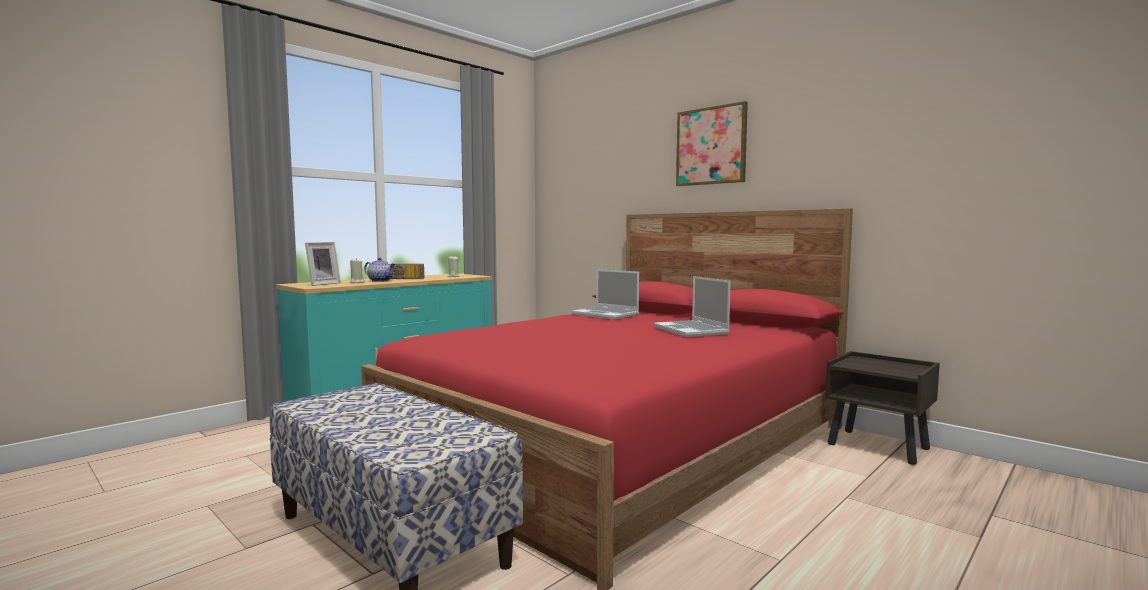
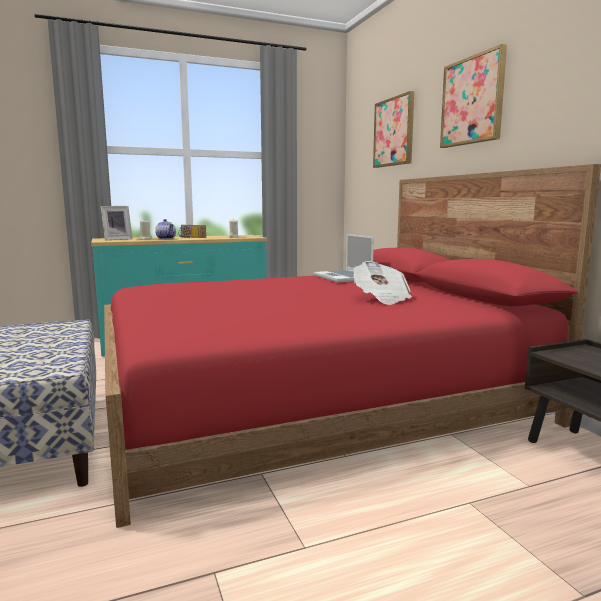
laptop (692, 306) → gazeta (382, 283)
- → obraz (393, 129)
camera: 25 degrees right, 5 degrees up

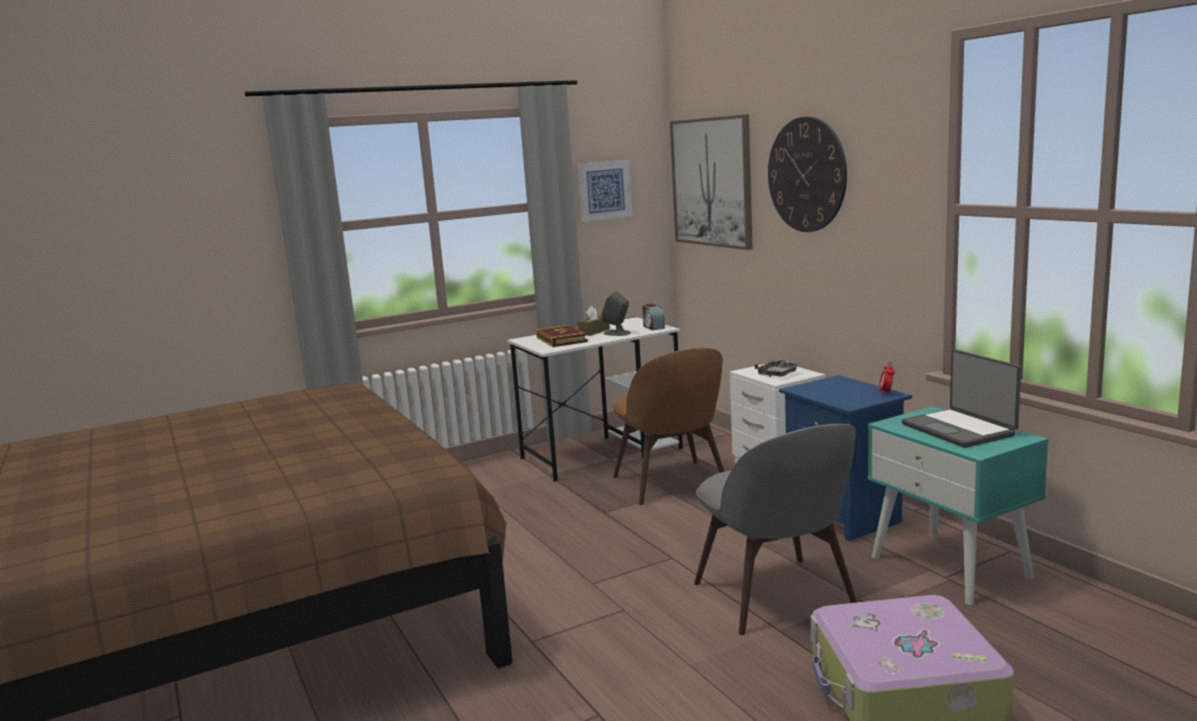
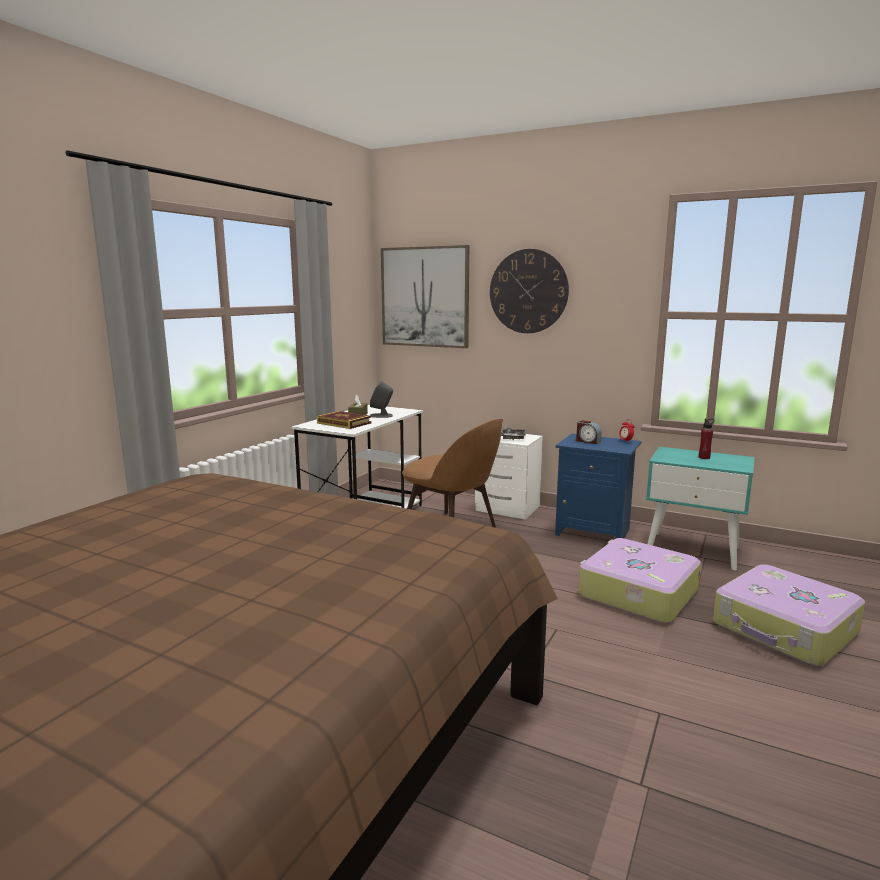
budzik (653, 317) → budzik (588, 432), moved
krzesło (szary) (775, 529) → walizka (640, 580)
laptop (961, 398) → butelka (czerwony) (707, 438)
obraz (604, 191) → -
camera: 35 degrees left, 0 degrees up

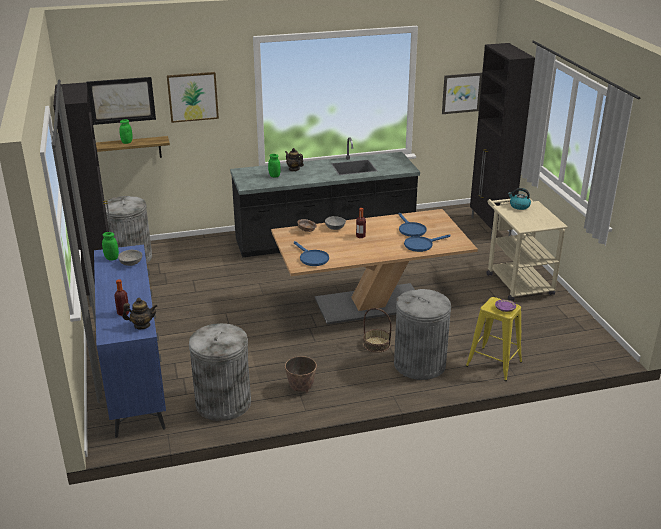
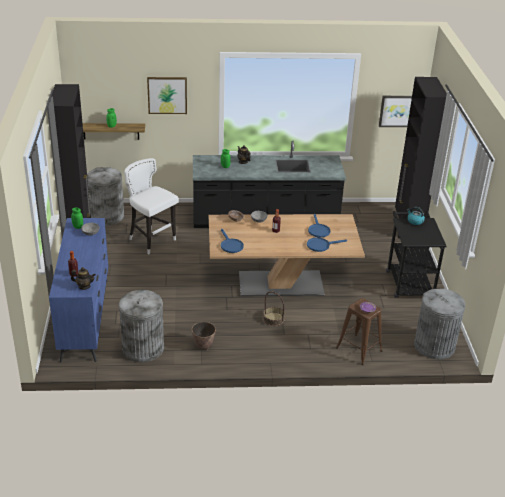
- → stołek (biały) (151, 206)
stołek (żółty) (494, 339) → stołek (brązowy) (359, 331)
wózek (beżowy) (527, 248) → wózek (czarny) (416, 254)
kosz na śmieci (szary) (422, 334) → kosz na śmieci (szary) (439, 324), moved
obraz (121, 101) → -
camera: 10 degrees right, 5 degrees up

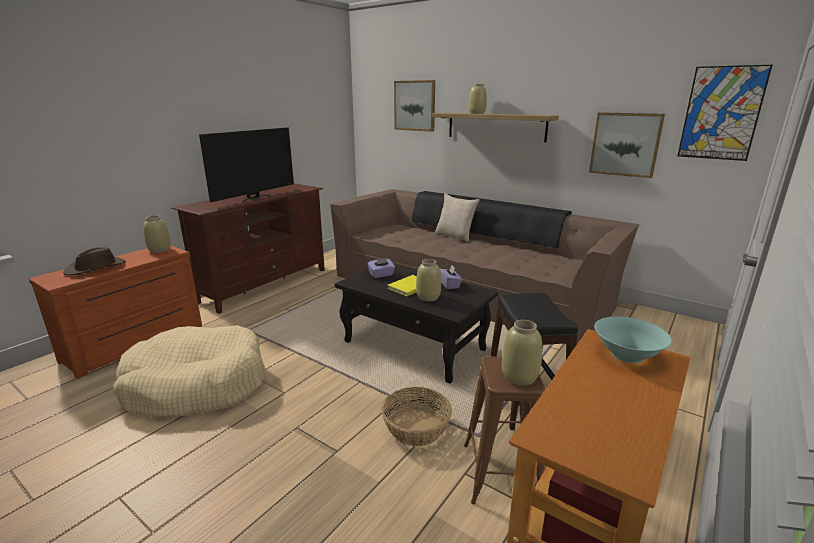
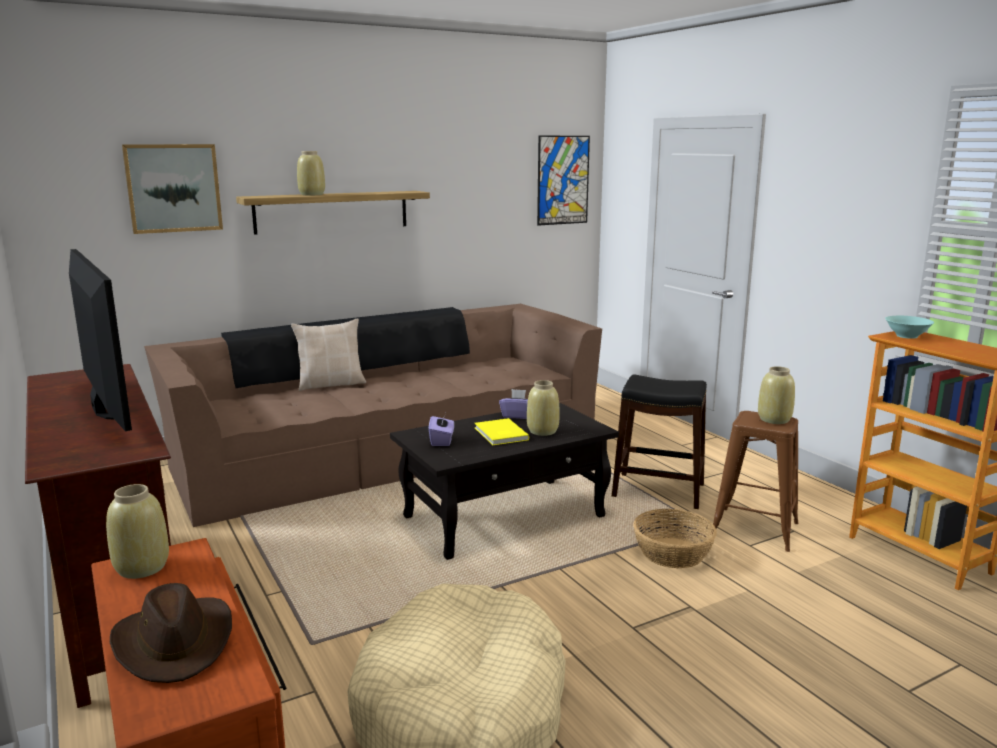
obraz (627, 145) → -
camera: 65 degrees left, 5 degrees down

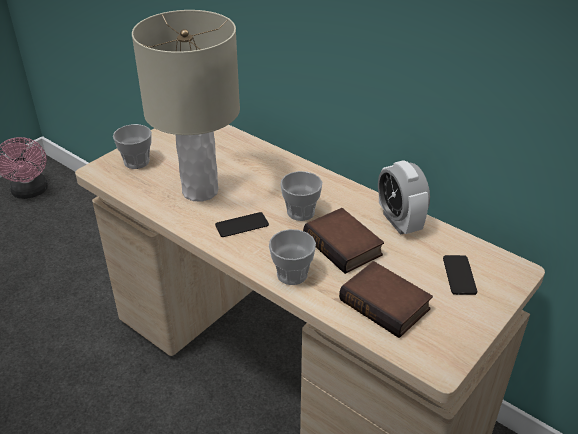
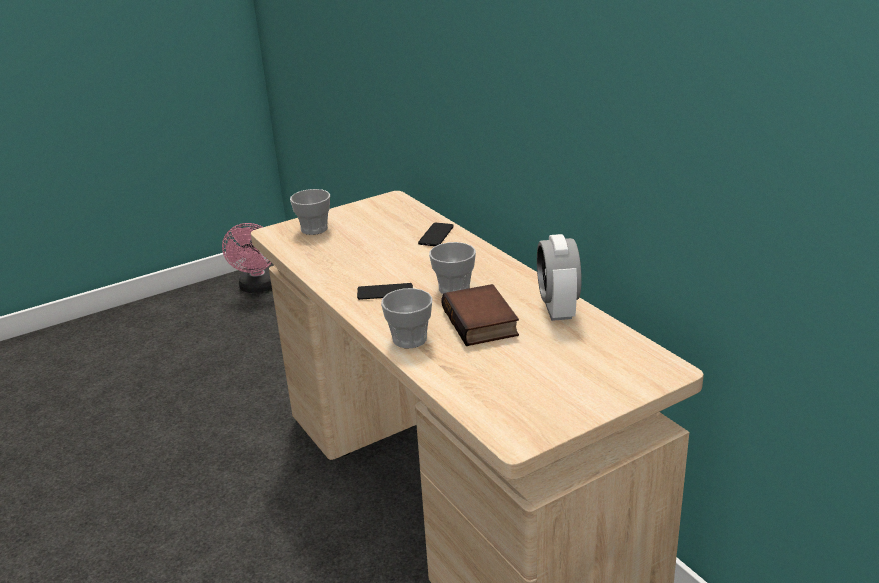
telefon (460, 275) → telefon (436, 234), moved
lampa stołowa (beżowy) (186, 106) → -
książka (386, 299) → -
camera: 20 degrees right, 10 degrees down

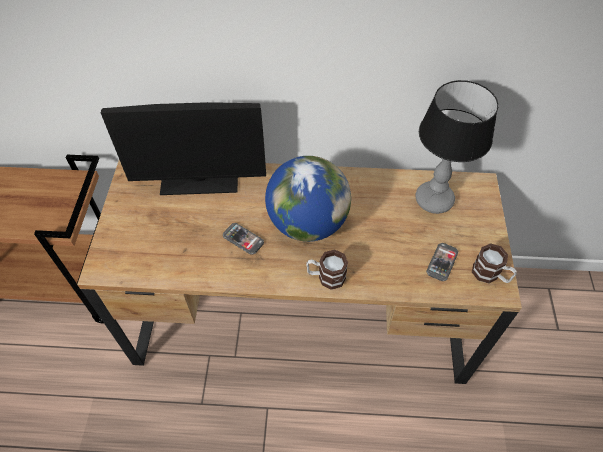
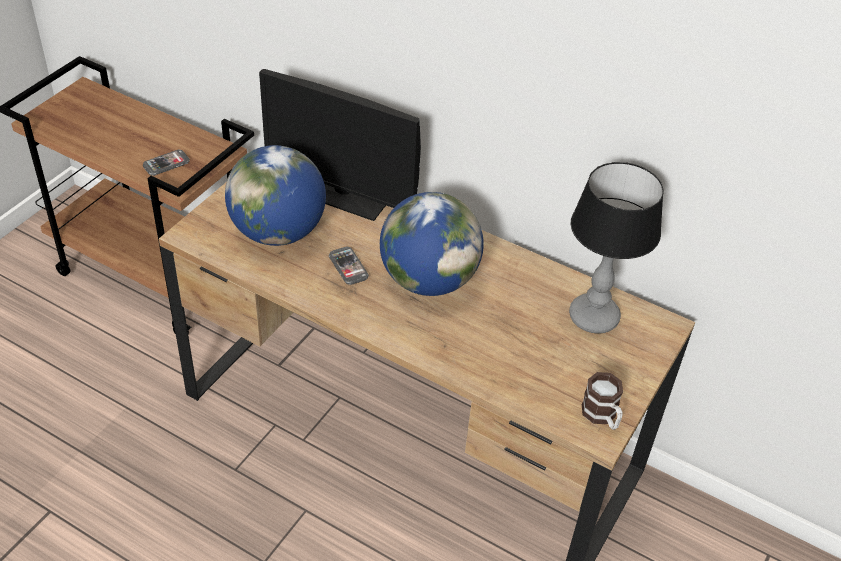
telefon (442, 262) → telefon (166, 163), moved
- → globus (275, 195)
kubek (327, 270) → -
camera: 25 degrees right, 10 degrees down

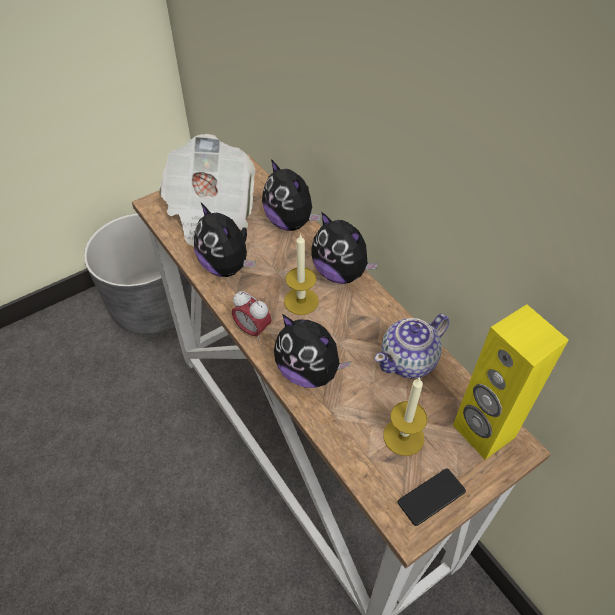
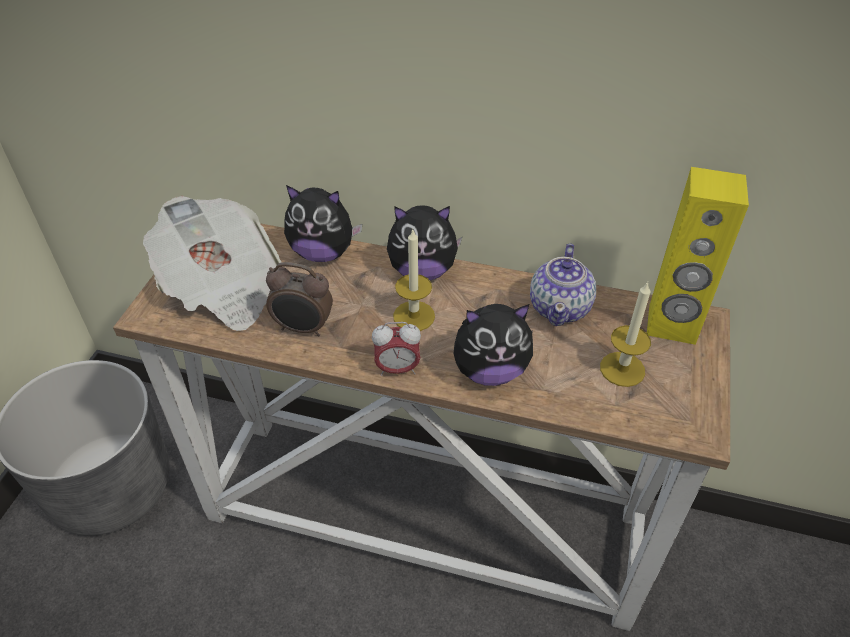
pluszak (224, 240) → budzik (299, 299)
telefon (432, 497) → -
camera: 40 degrees left, 5 degrees down

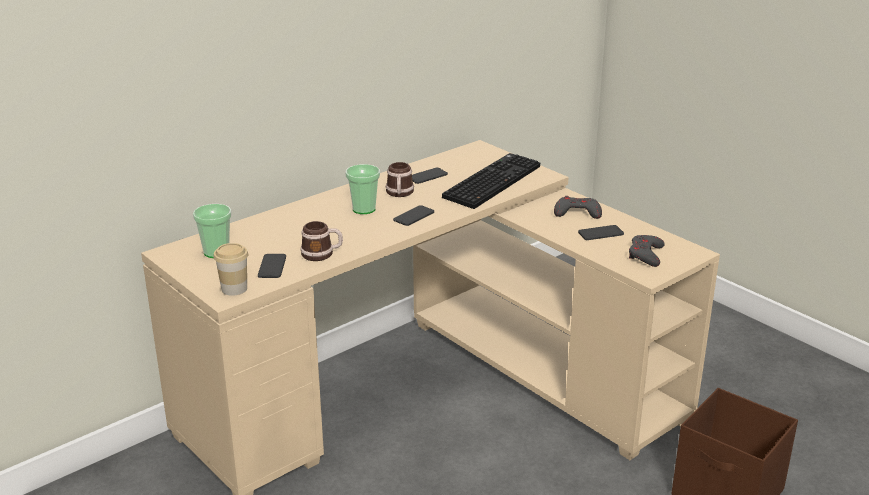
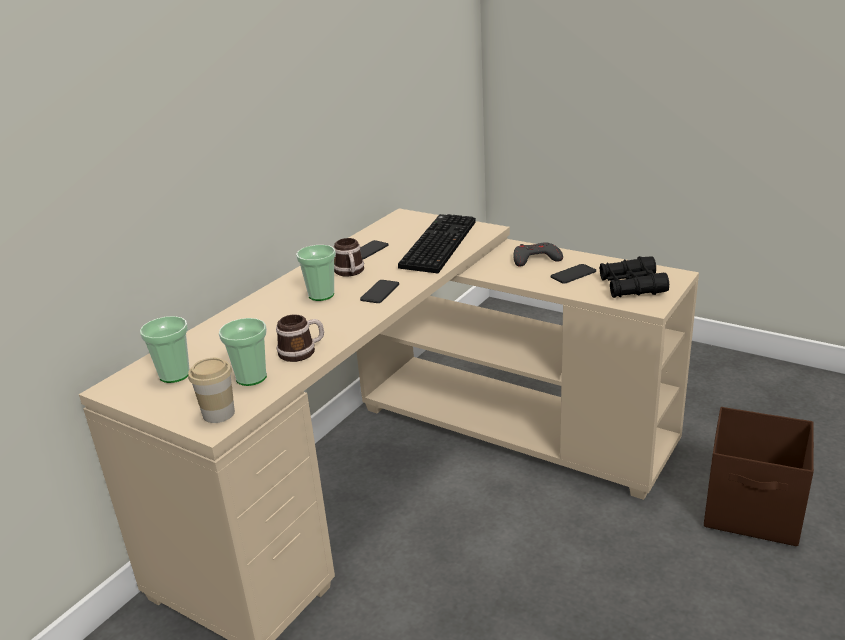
telefon (272, 266) → filiżanka (243, 352)
pad do gier (szary) (647, 251) → lornetka (czarny) (634, 277)
camera: 15 degrees left, 0 degrees up

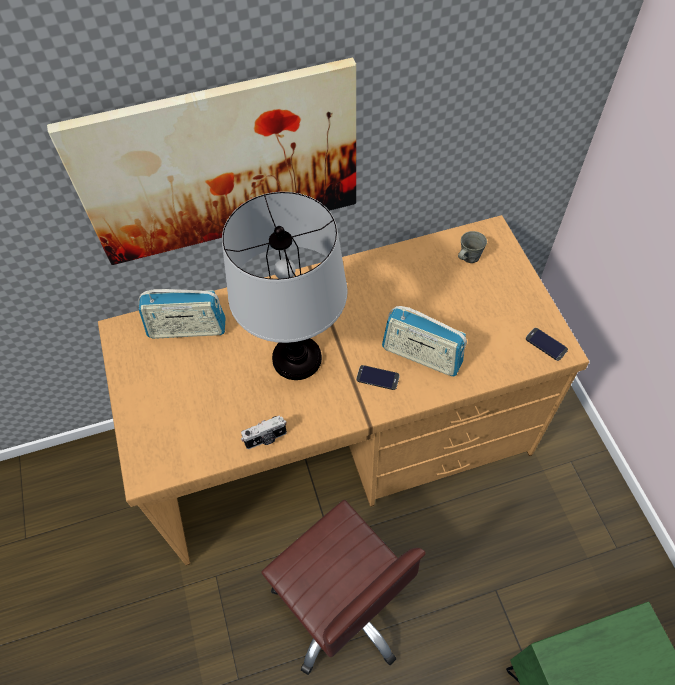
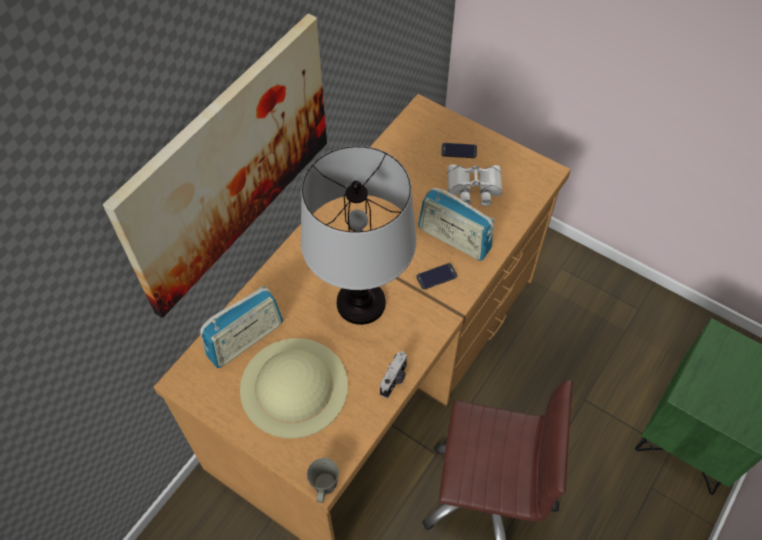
- → kapelusz (beżowy) (294, 388)
kubek (szary) (472, 247) → kubek (szary) (323, 480), moved
radio (424, 341) → radio (456, 224), 45 degrees clockwise
telefon (547, 344) → telefon (459, 150), moved
- → lornetka (biały) (475, 185)
camera: 40 degrees left, 0 degrees up

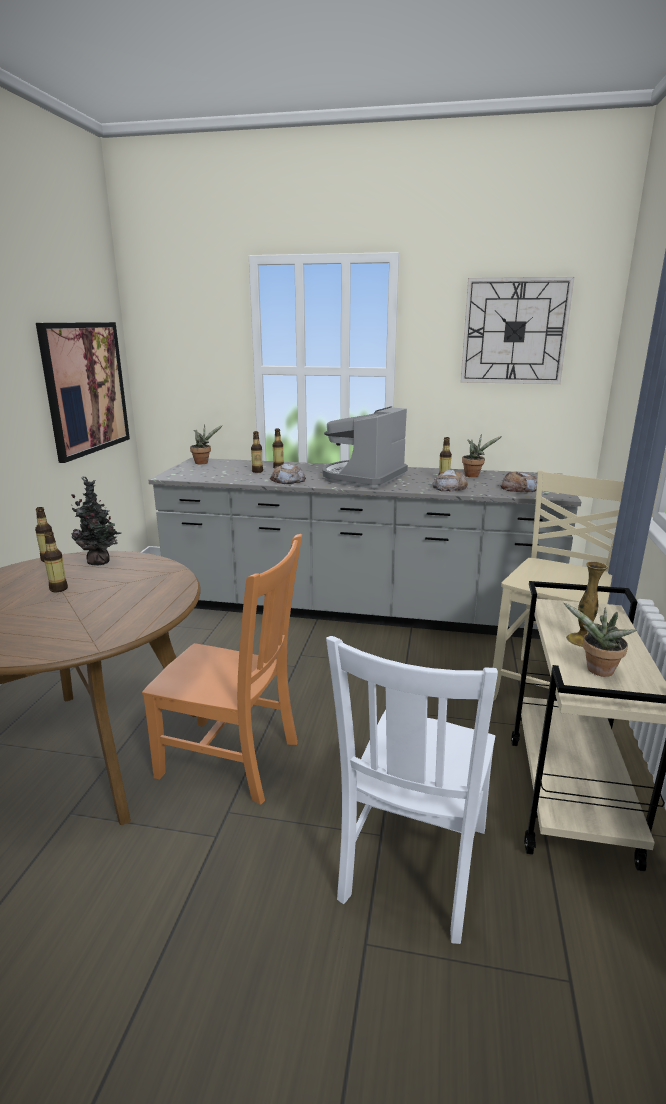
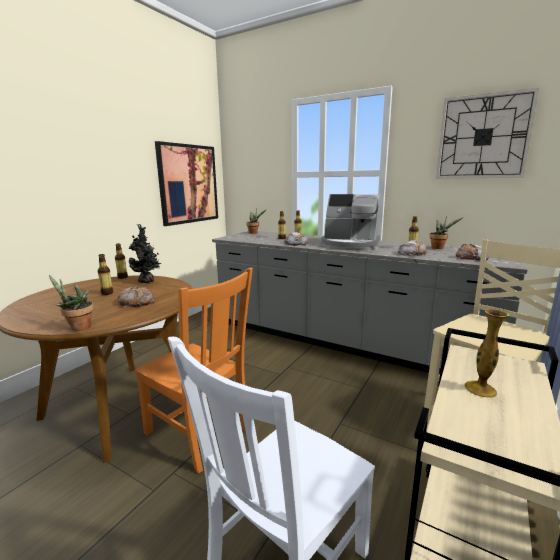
roślina doniczkowa (600, 639) → roślina doniczkowa (71, 303), moved
- → chleb (136, 297)
ekspres do kawy (365, 447) → ekspres do kawy (350, 222), 120 degrees counterclockwise
camera: 20 degrees right, 5 degrees down

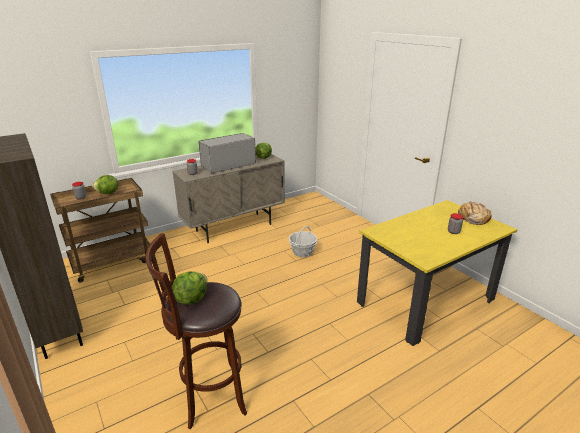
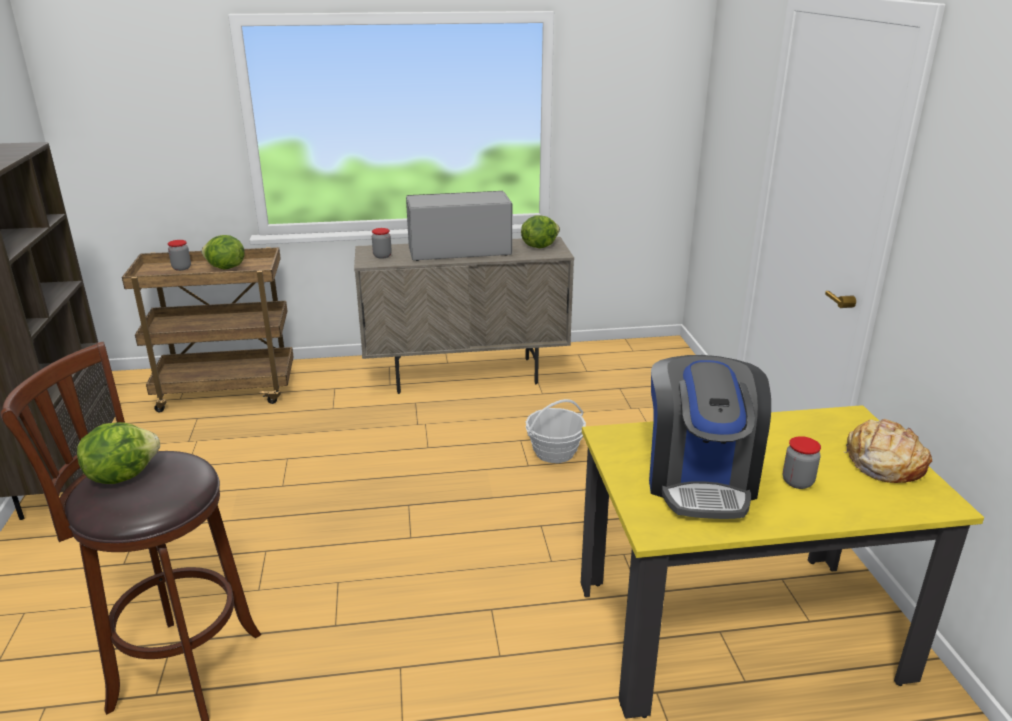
- → ekspres do kawy (710, 437)
camera: 25 degrees right, 0 degrees up

